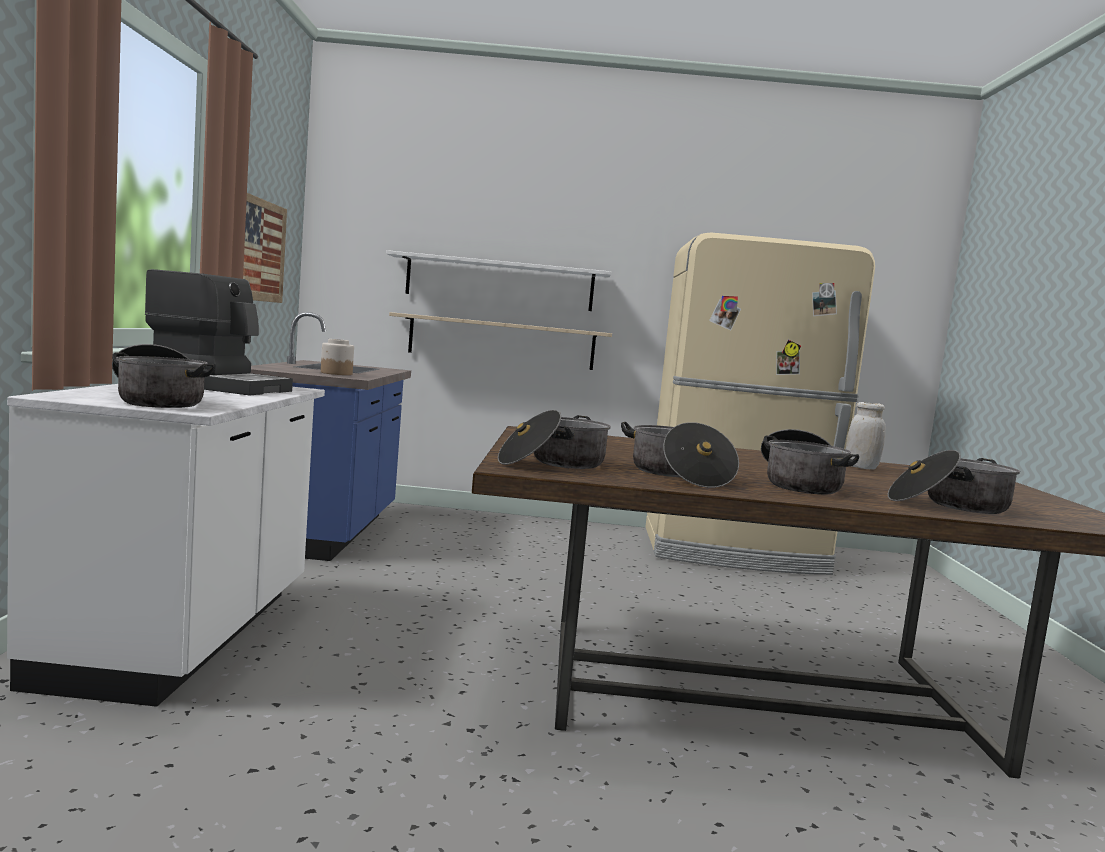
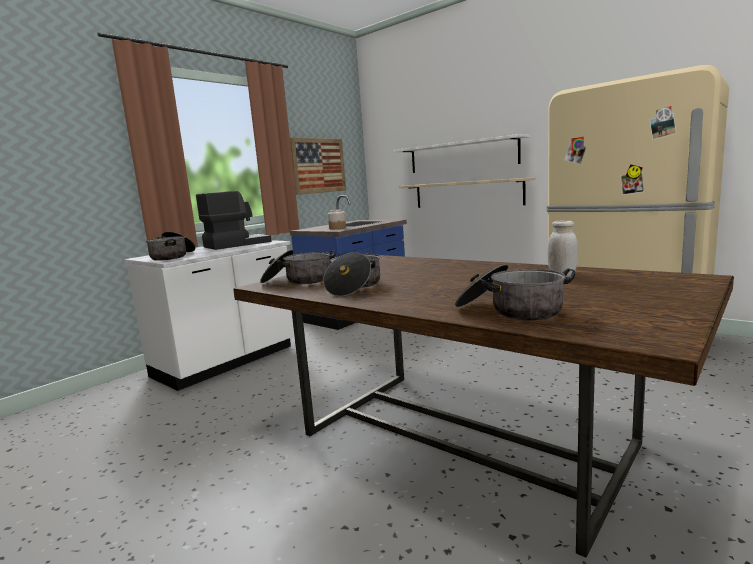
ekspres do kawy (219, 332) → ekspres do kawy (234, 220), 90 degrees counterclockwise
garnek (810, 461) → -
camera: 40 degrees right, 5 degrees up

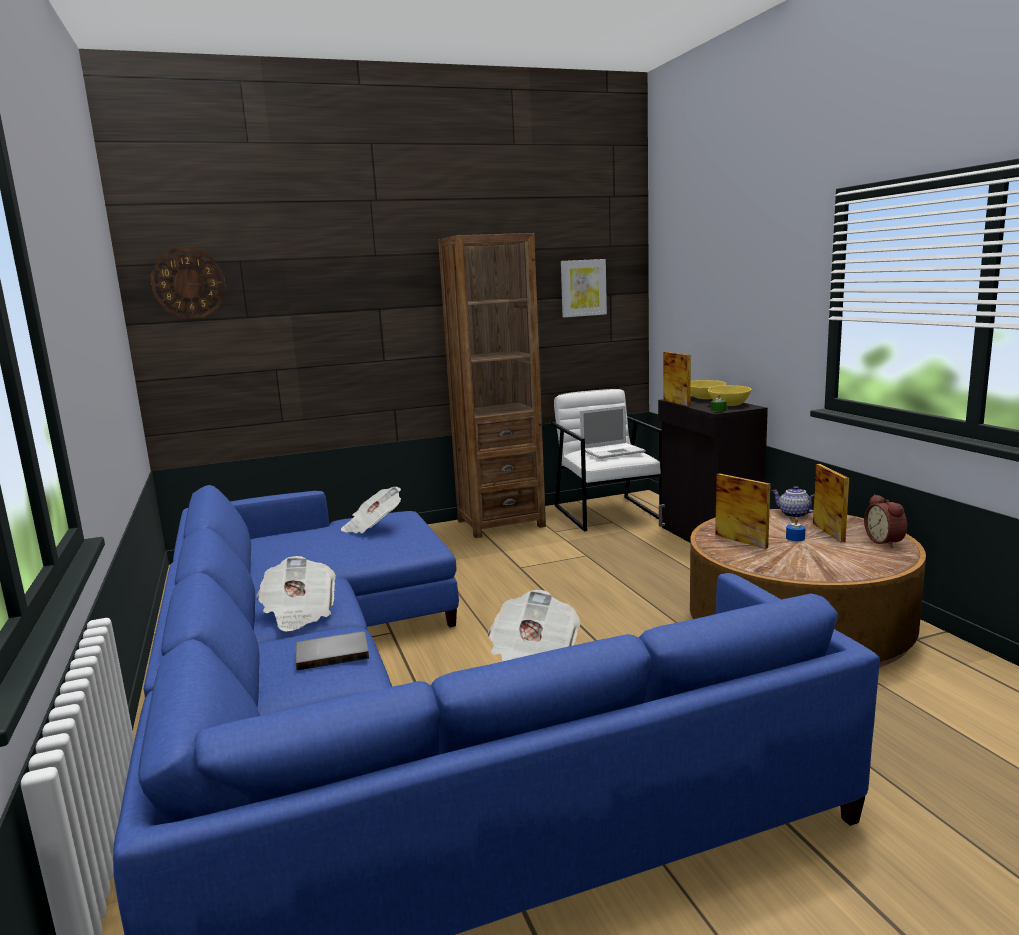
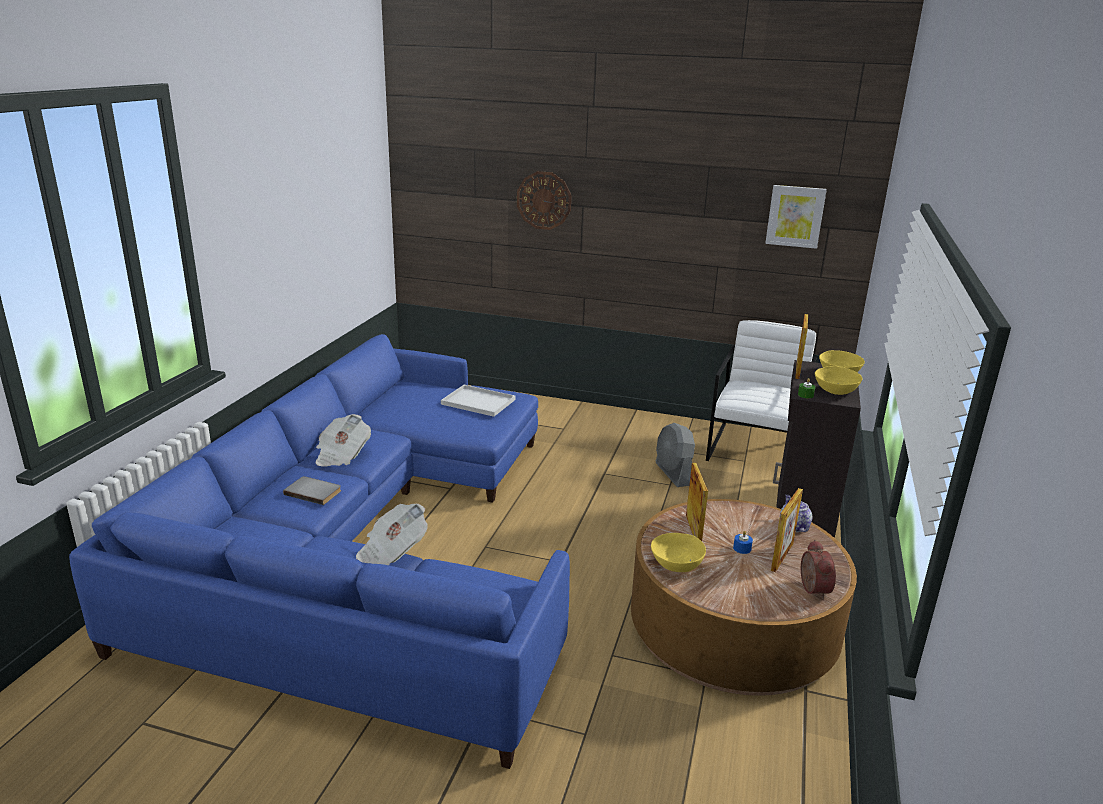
gazeta (371, 510) → taca (biały) (478, 401)
zegar ścienny (188, 283) → zegar ścienny (544, 200), moved
- → miska (żółty) (678, 552)
- → wentylator (szary) (675, 455)
budzik (885, 521) → budzik (818, 570), 150 degrees clockwise
regał (brązowy) (492, 385) → -
laptop (612, 432) → -
camera: 35 degrees right, 10 degrees up

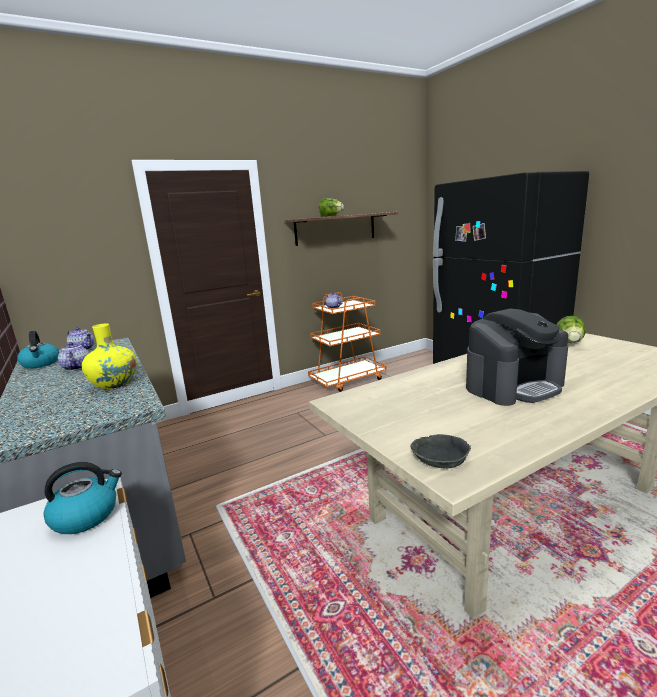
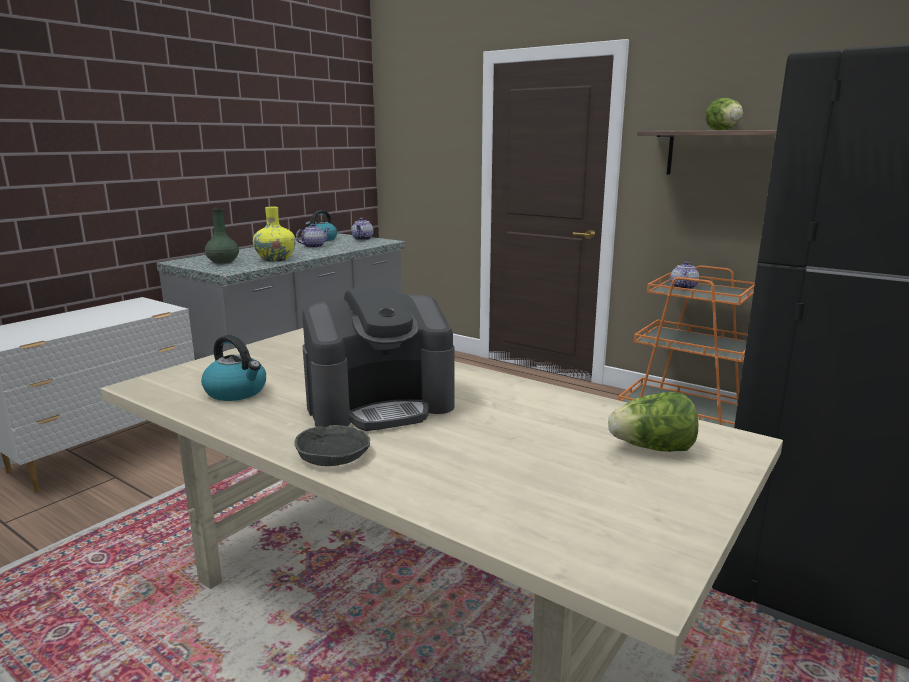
czajnik (83, 498) → czajnik (233, 368), moved
- → wazon (zielony) (222, 236)
miska (szary) (440, 451) → miska (szary) (332, 445), moved
ekspres do kawy (517, 357) → ekspres do kawy (378, 358), 60 degrees counterclockwise
camera: 65 degrees right, 0 degrees up

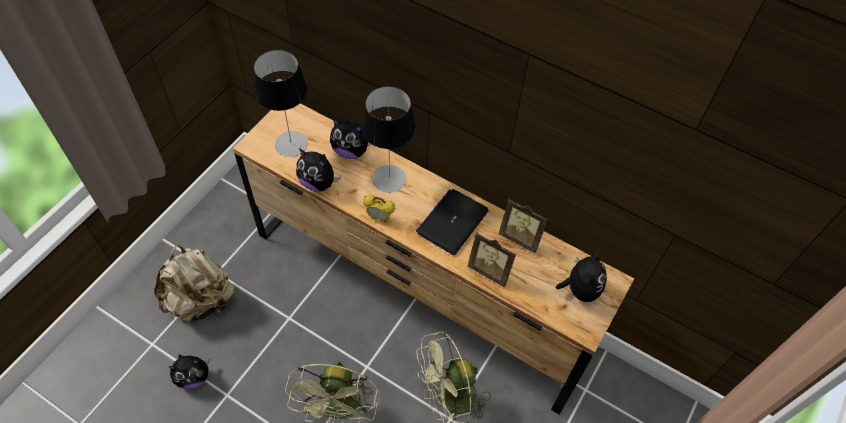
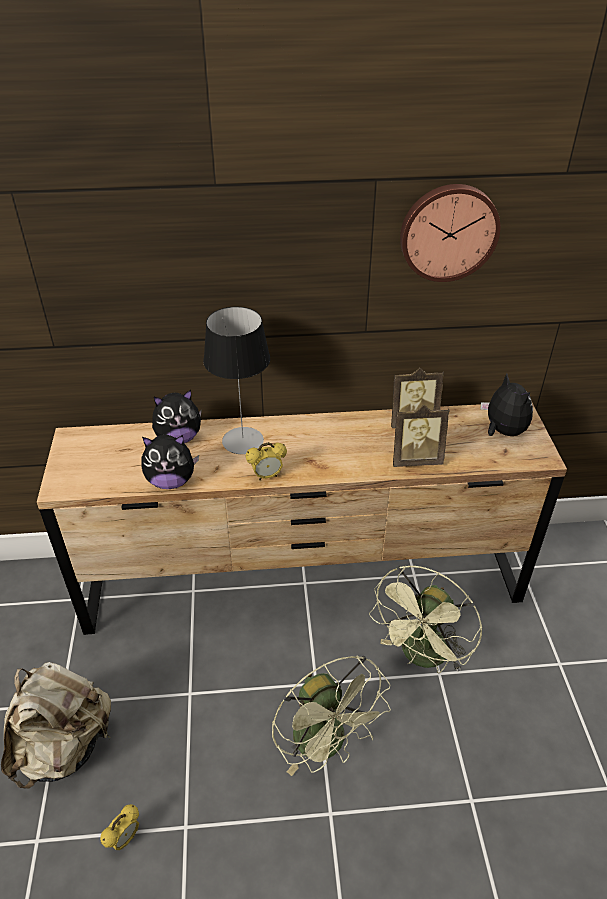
pluszak (189, 371) → budzik (119, 827)
- → zegar ścienny (450, 233)
lampa stołowa (281, 103) → -
laptop (452, 222) → -
camera: 35 degrees left, 15 degrees down

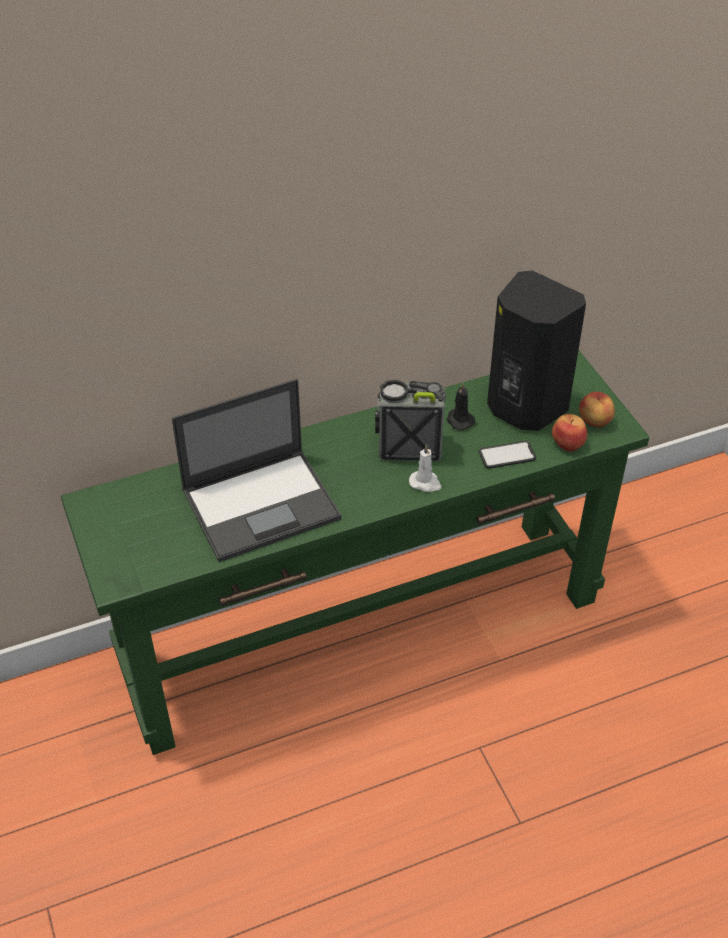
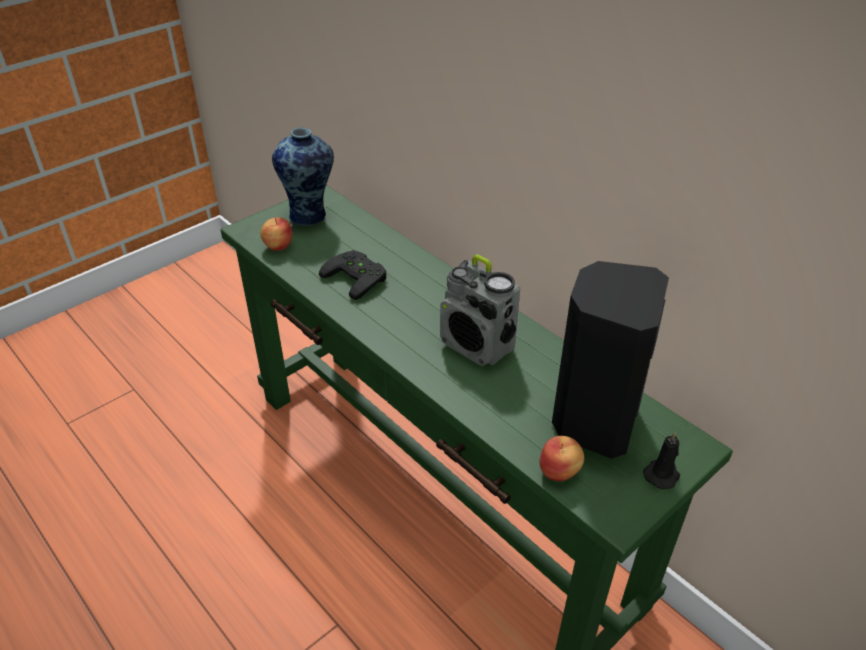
jabłko (597, 409) → jabłko (276, 234), moved
- → wazon (303, 177)
laptop (256, 470) → pad do gier (czarny) (352, 275)
radio (410, 420) → radio (480, 310), 150 degrees clockwise
świeca (czarny) (461, 406) → świeca (czarny) (661, 461), moved
świeca (biały) (425, 468) → -
telefon (507, 454) → -
camera: 70 degrees right, 5 degrees down

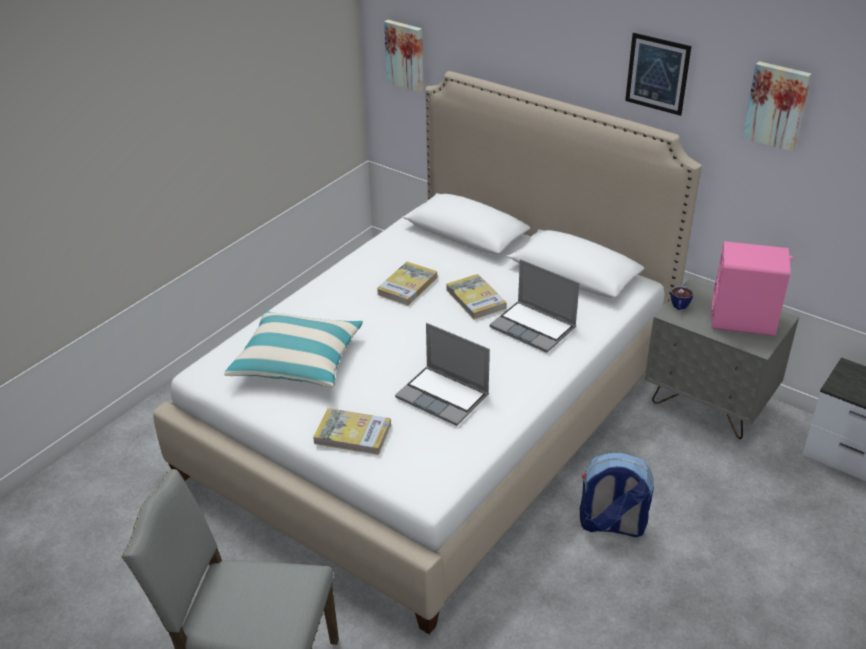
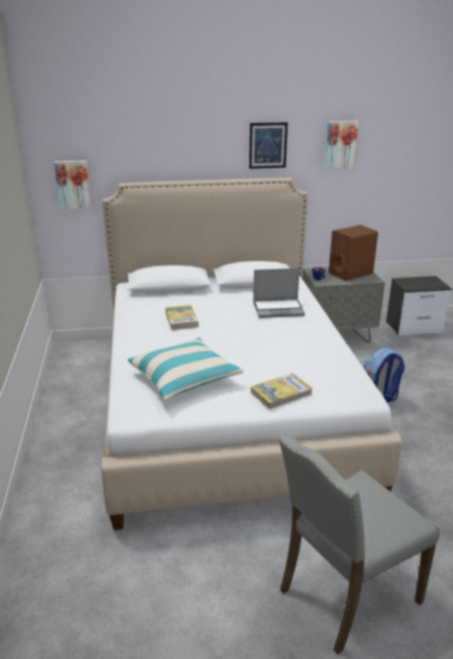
głośnik (różowy) (751, 288) → głośnik (brązowy) (353, 253)
laptop (442, 374) → -
książka (476, 296) → -
camera: 45 degrees left, 10 degrees down

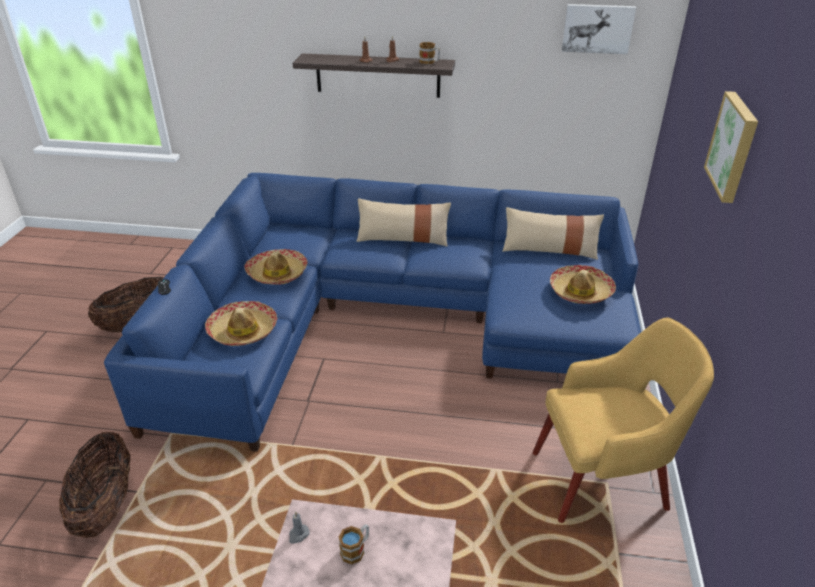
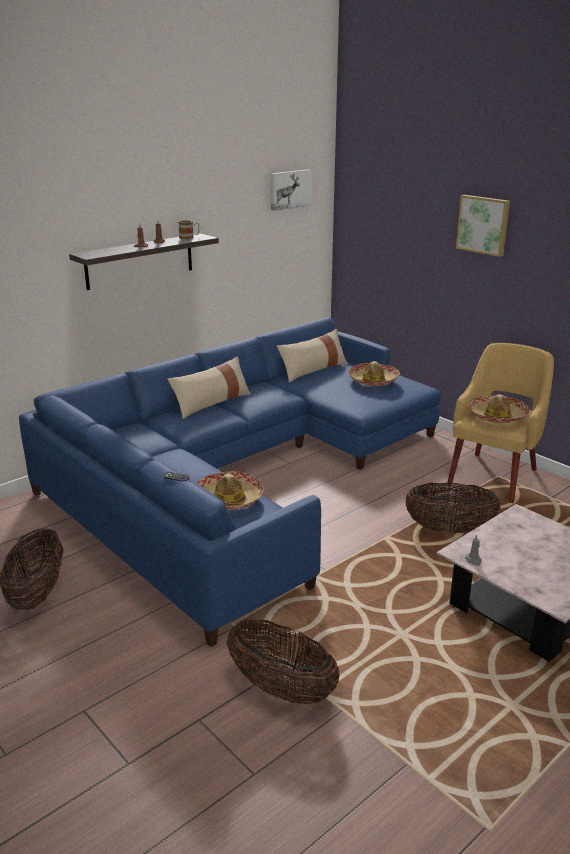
- → koszyk (453, 507)
kapelusz (276, 267) → kapelusz (499, 408), moved
kubek (354, 544) → -
camera: 50 degrees left, 10 degrees down

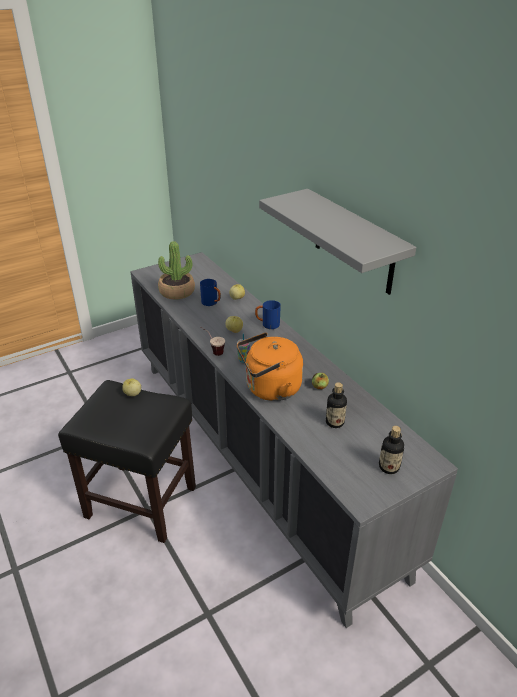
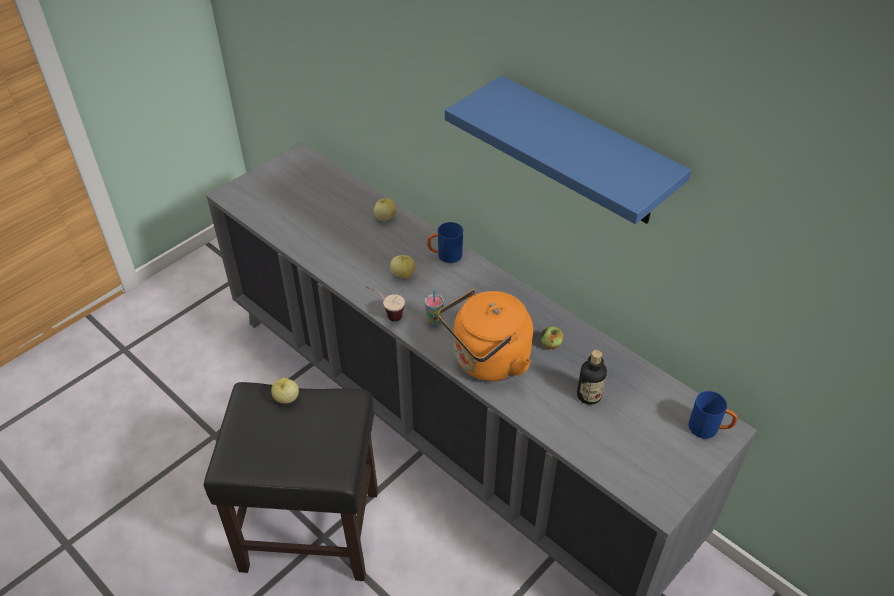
półka (szary) (337, 242) → półka (niebieski) (568, 150)
kubek (niebieski) (210, 292) → kubek (niebieski) (712, 415), moved
roślina doniczkowa (176, 270) → -
butelka (391, 450) → -
camera: 15 degrees left, 10 degrees up

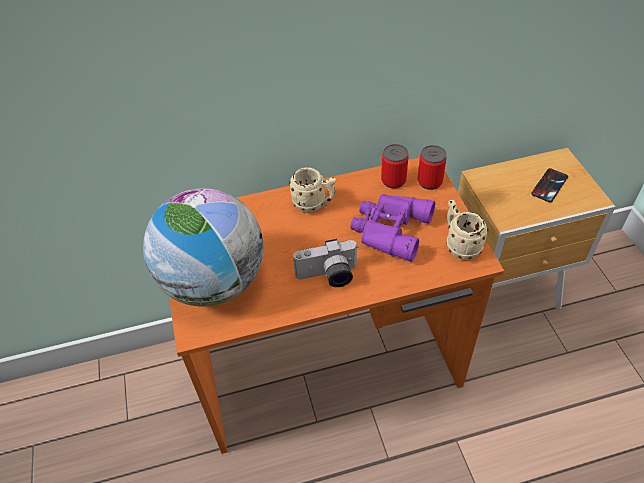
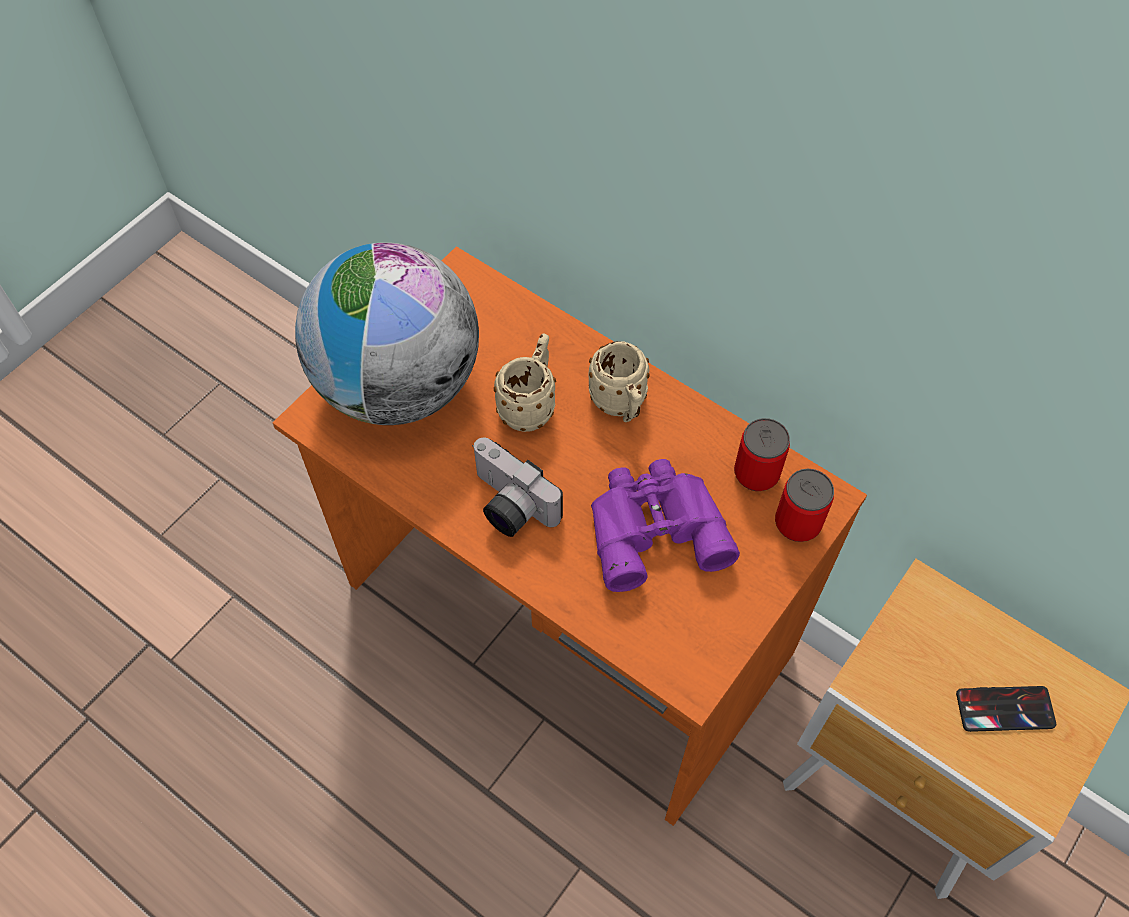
kubek (beżowy) (467, 230) → kubek (beżowy) (525, 382), moved
camera: 50 degrees right, 10 degrees up

